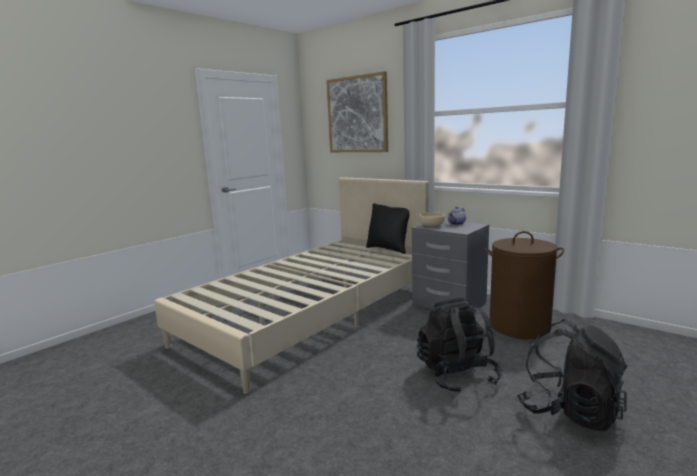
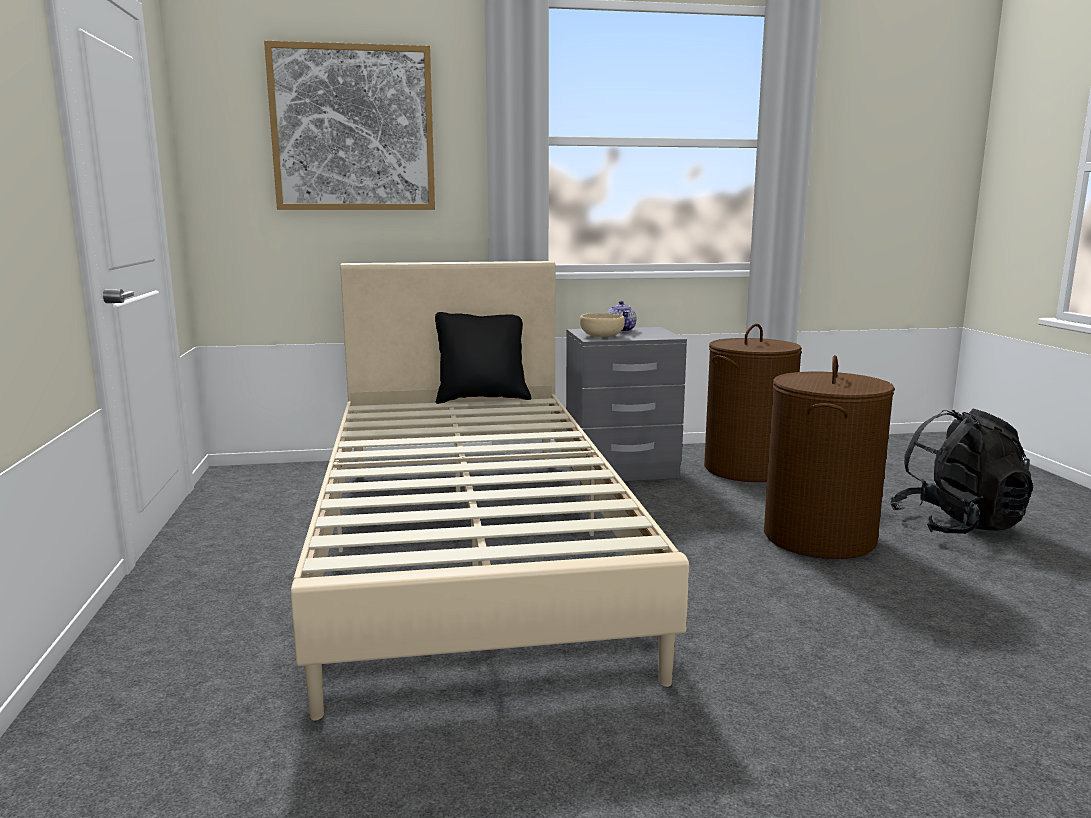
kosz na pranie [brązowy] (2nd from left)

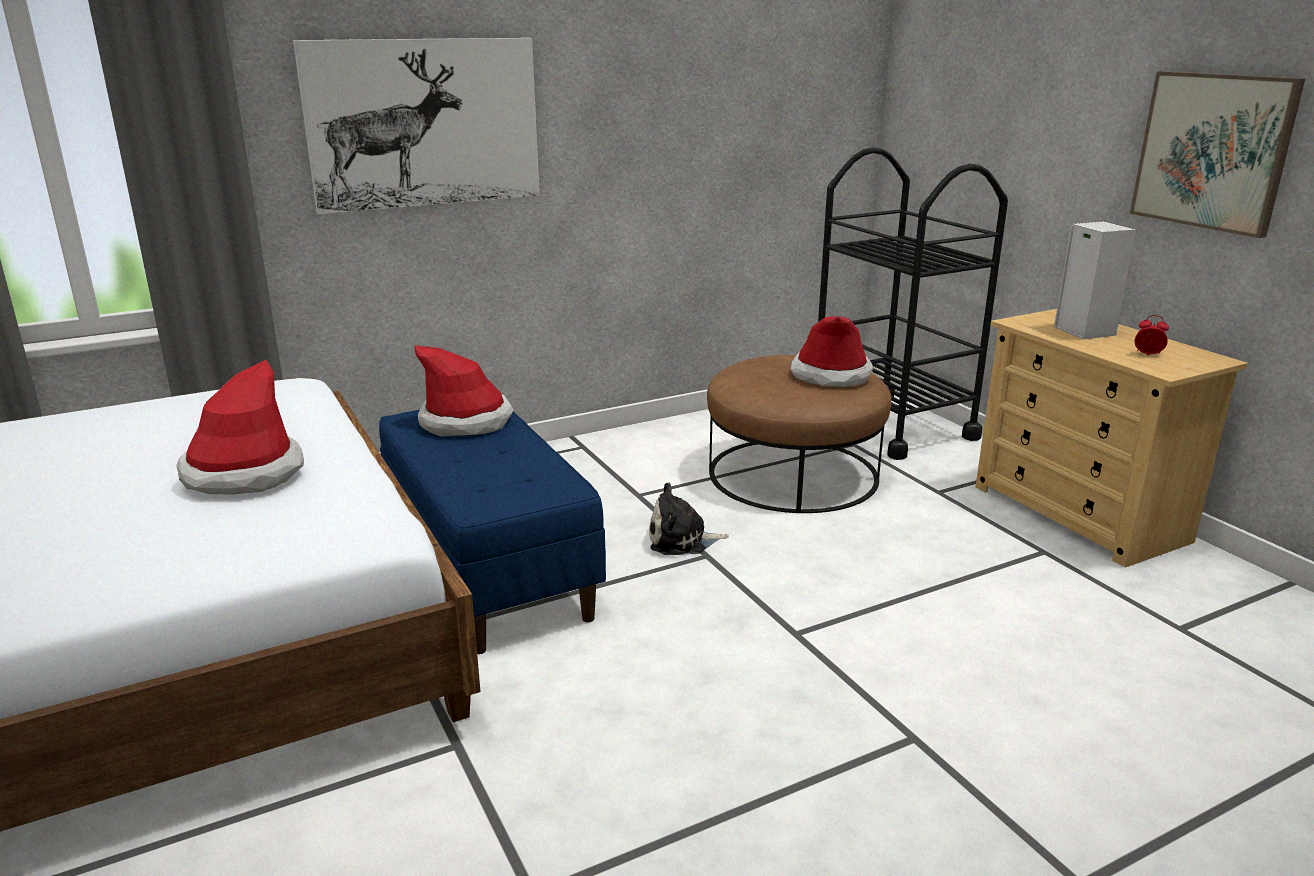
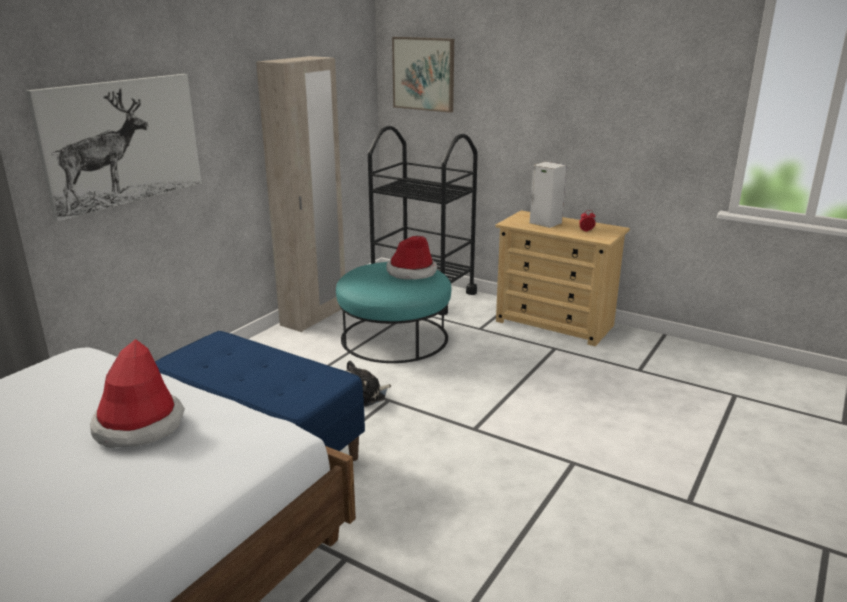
szafa [beżowy]; pufa [turkusowy]; obraz (2nd from left); kapelusz (2nd from left in the first image)

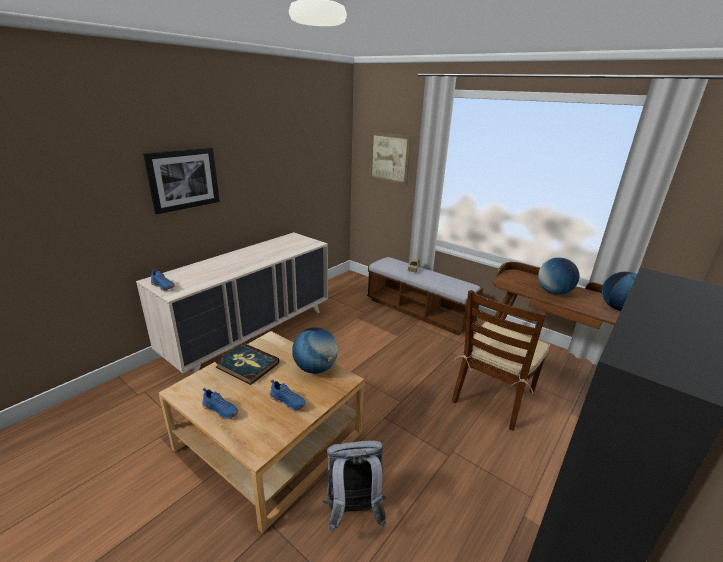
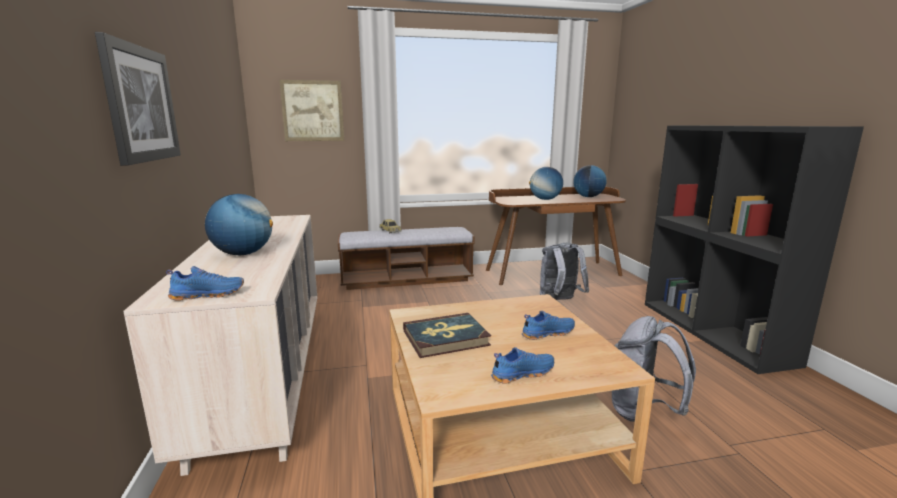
globus (1st from left); plecak [szary] (1st from left)

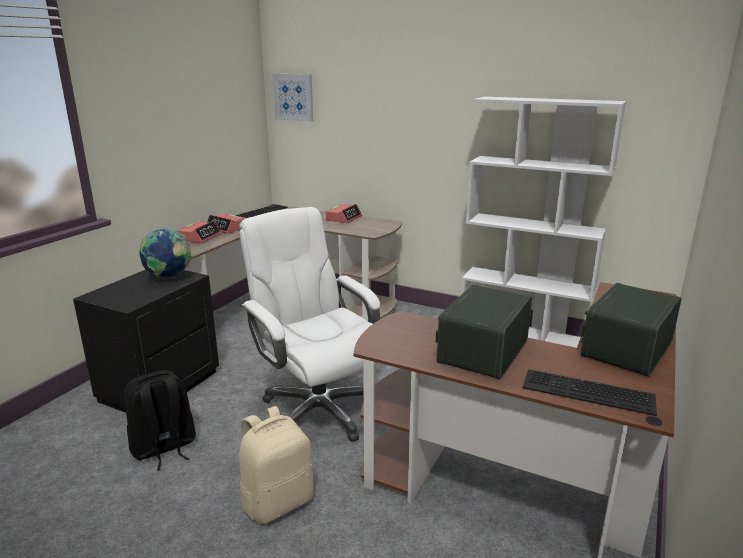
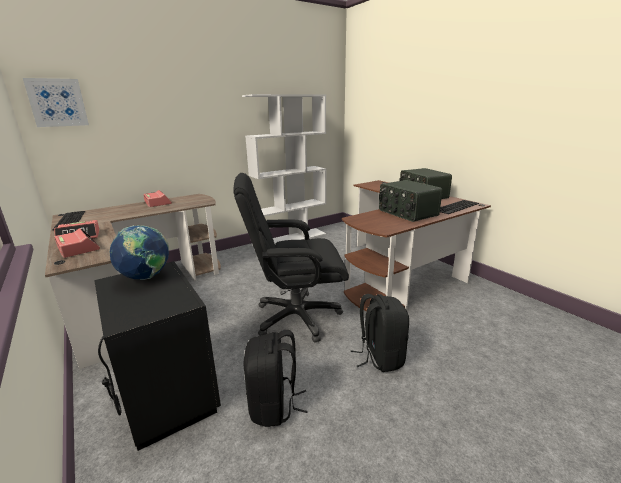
krzesło biurowe [czarny]; plecak [czarny] (2nd from left)

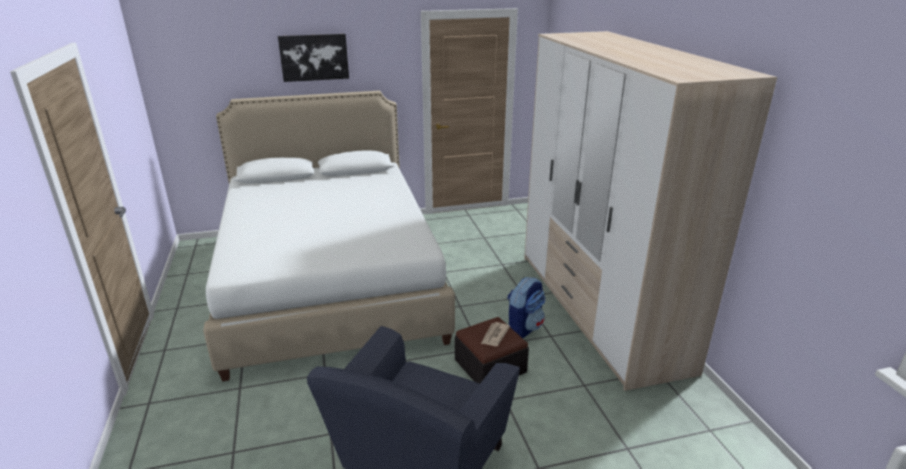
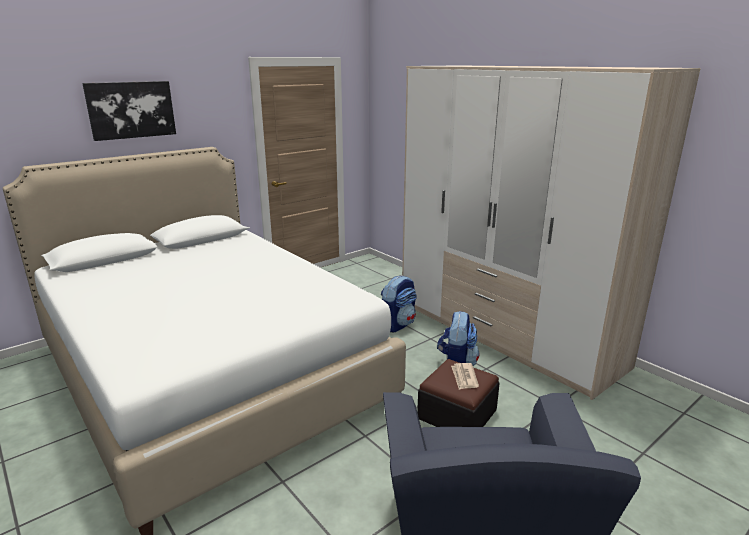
plecak (1st from left)

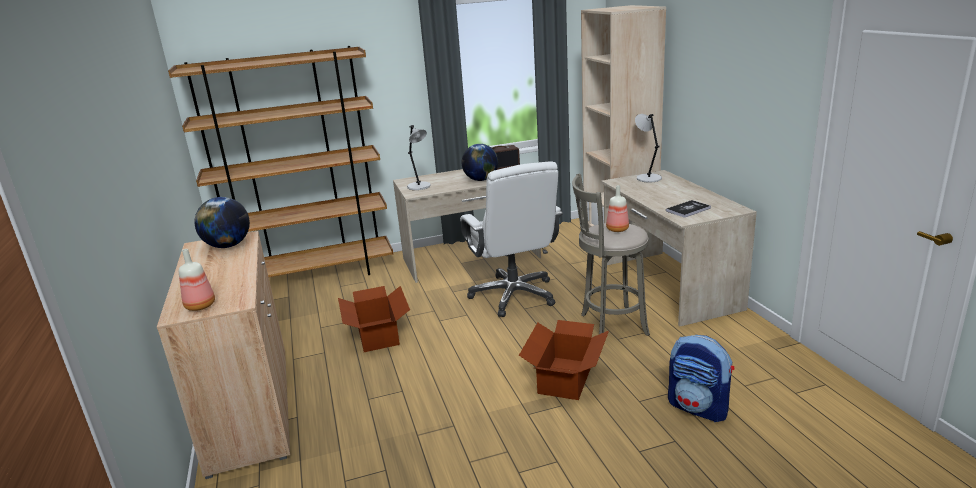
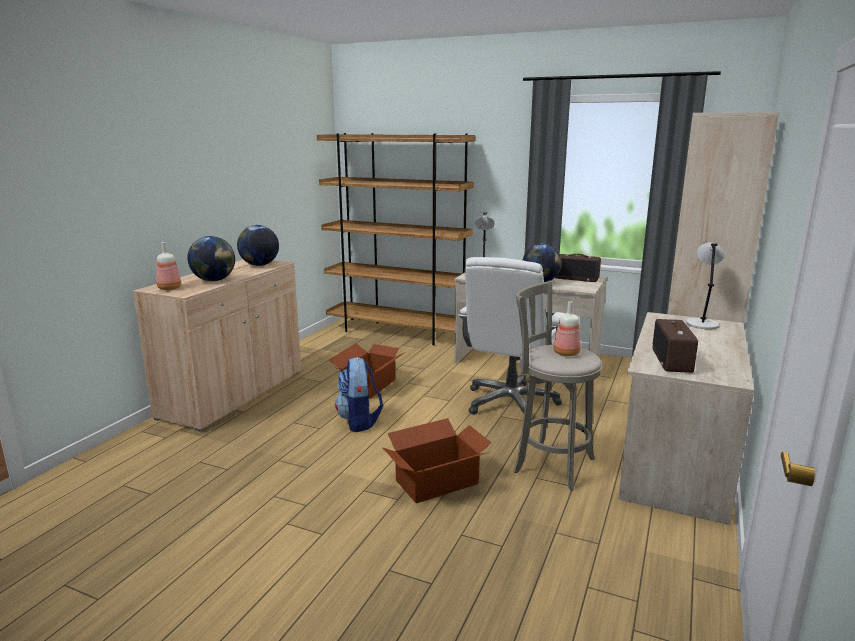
globus (1st from left); plecak; radio (2nd from left)

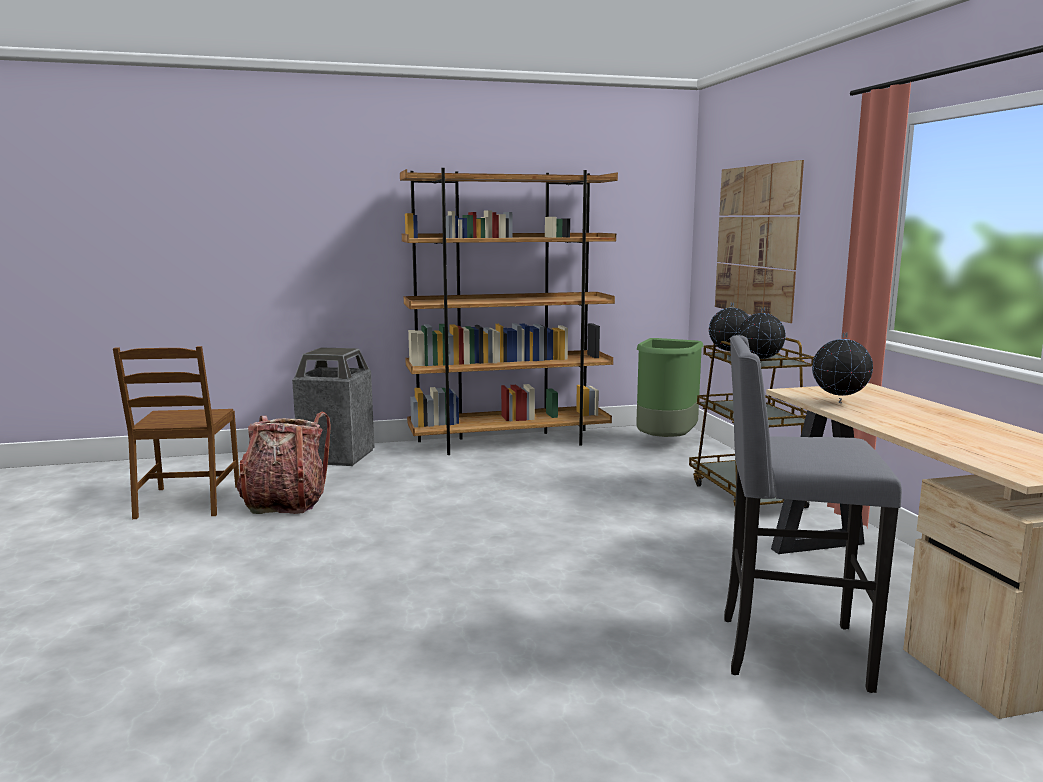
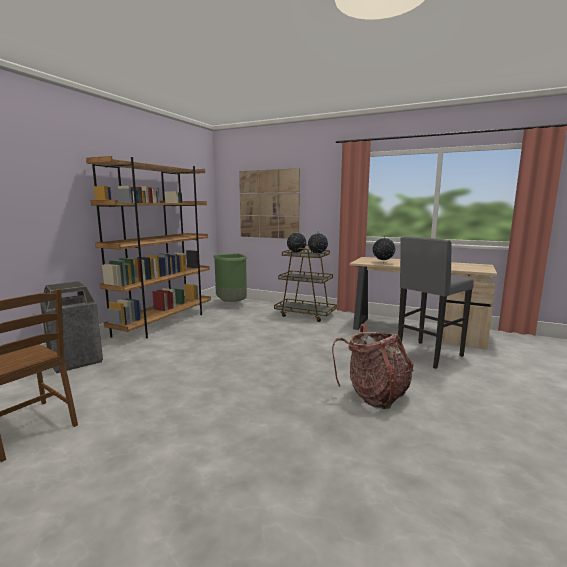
plecak

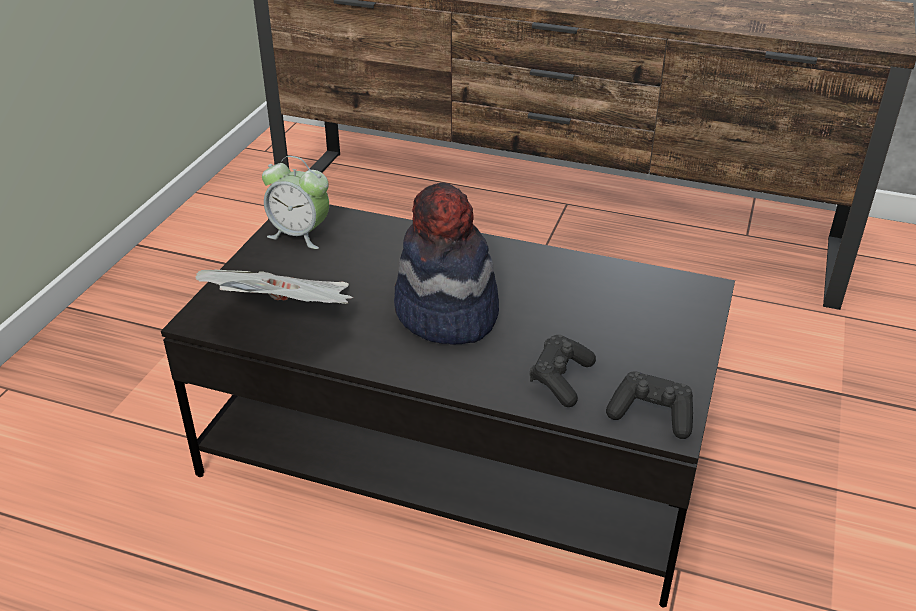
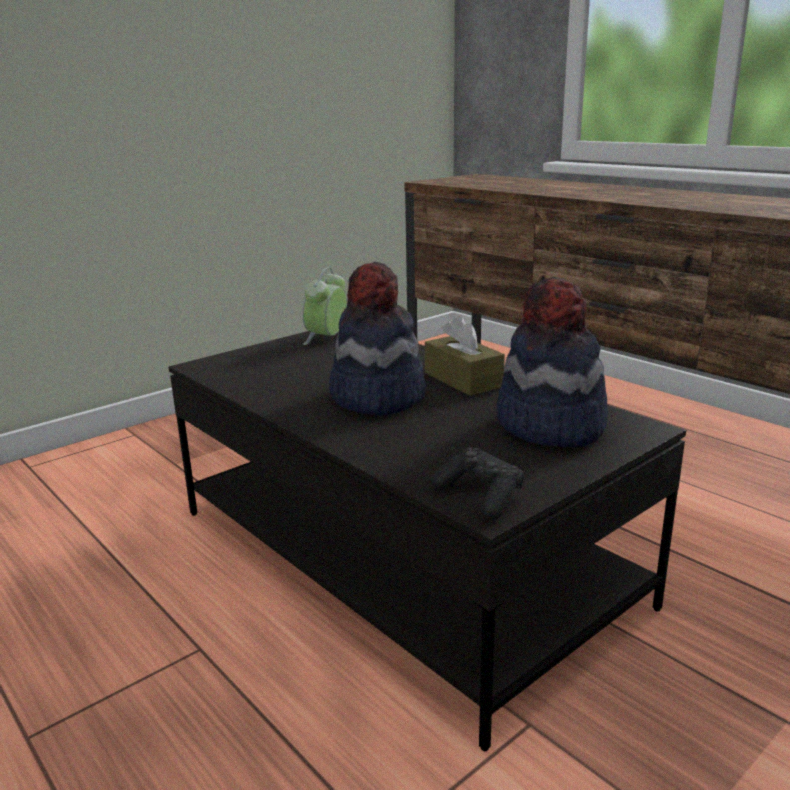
budzik; pudełko chusteczek [brązowy]; kapelusz (2nd from left); gazeta; pad do gier [czarny] (1st from left in the first image)

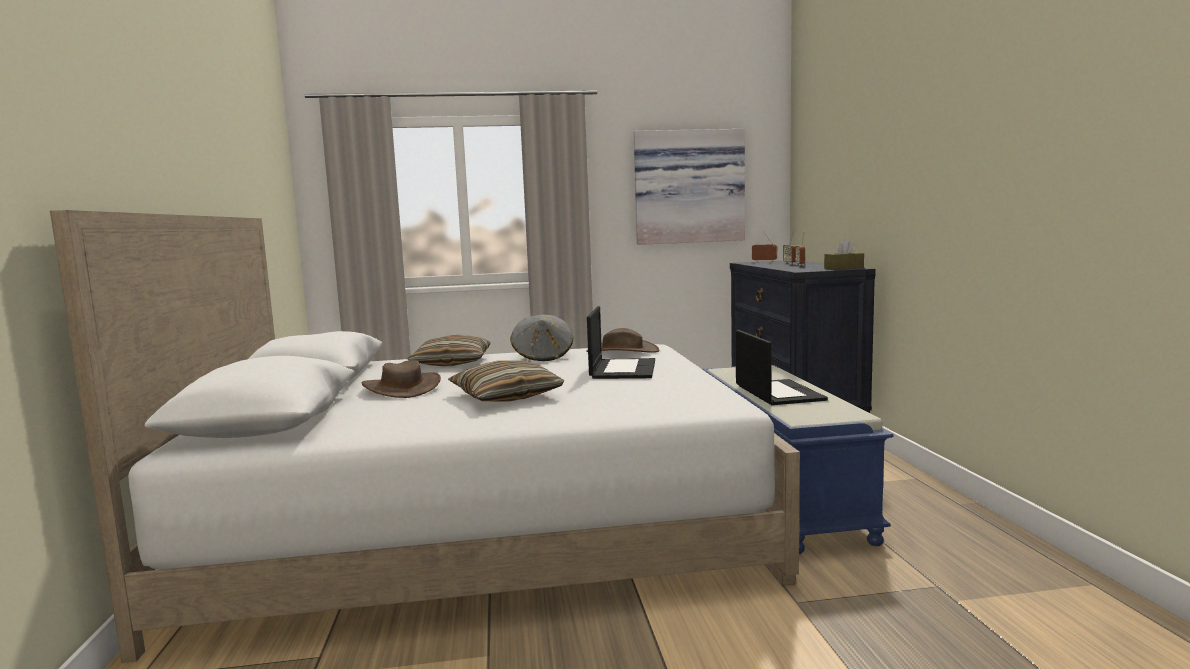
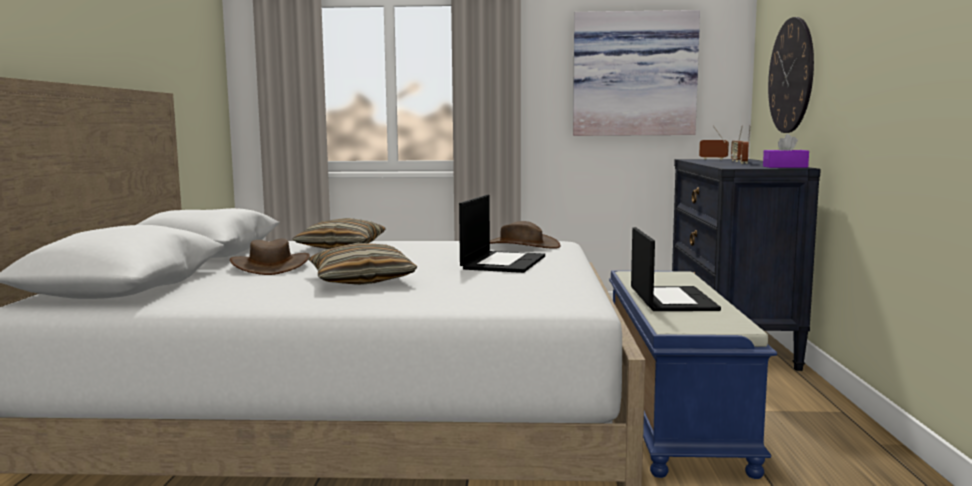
pudełko chusteczek [fioletowy]; zegar ścienny; kapelusz [szary]

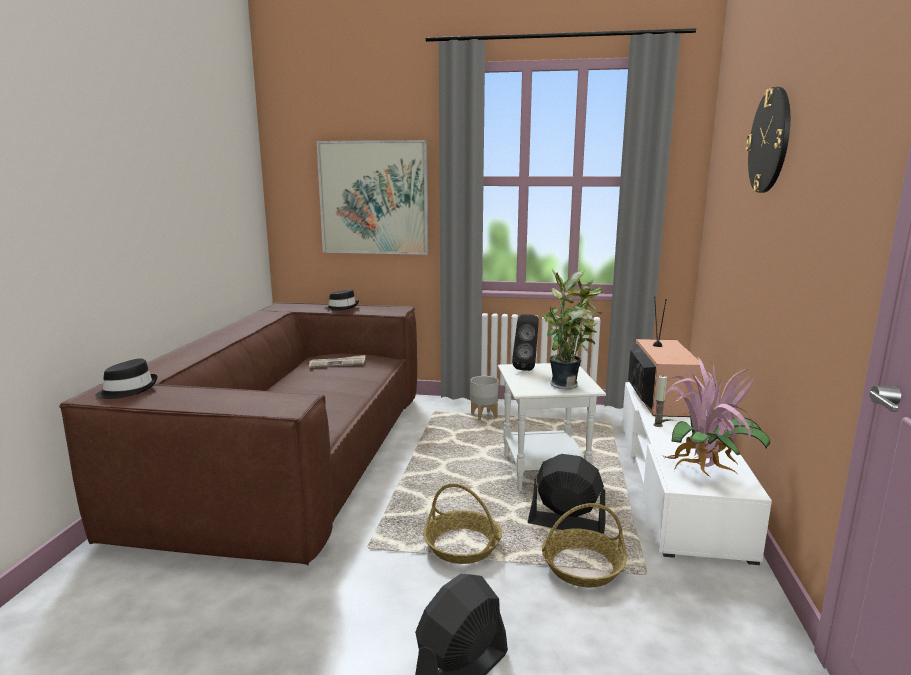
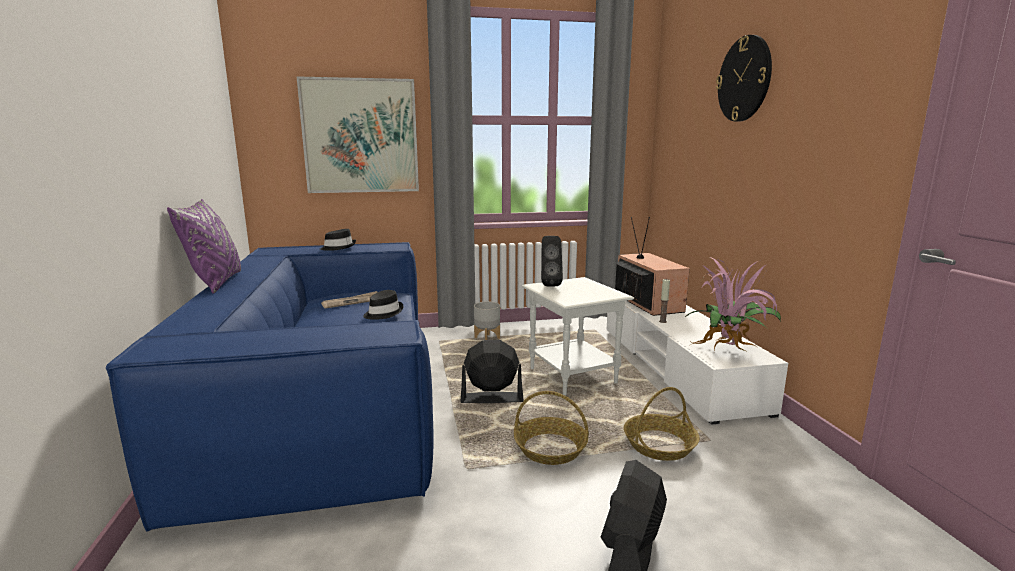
kanapa [niebieski]; poduszka [fioletowy]; kapelusz [czarny] (2nd from left); wentylator [czarny] (1st from left); roślina doniczkowa (1st from left in the first image)

